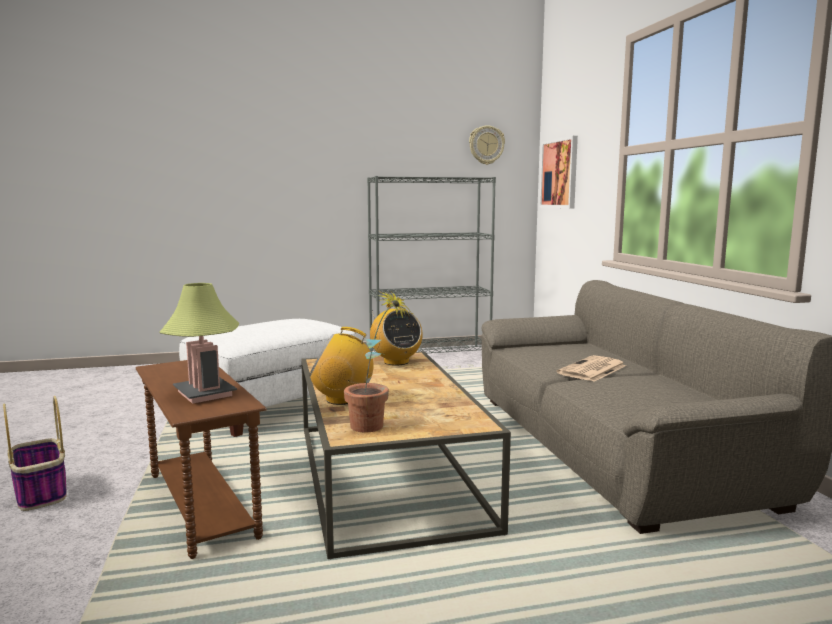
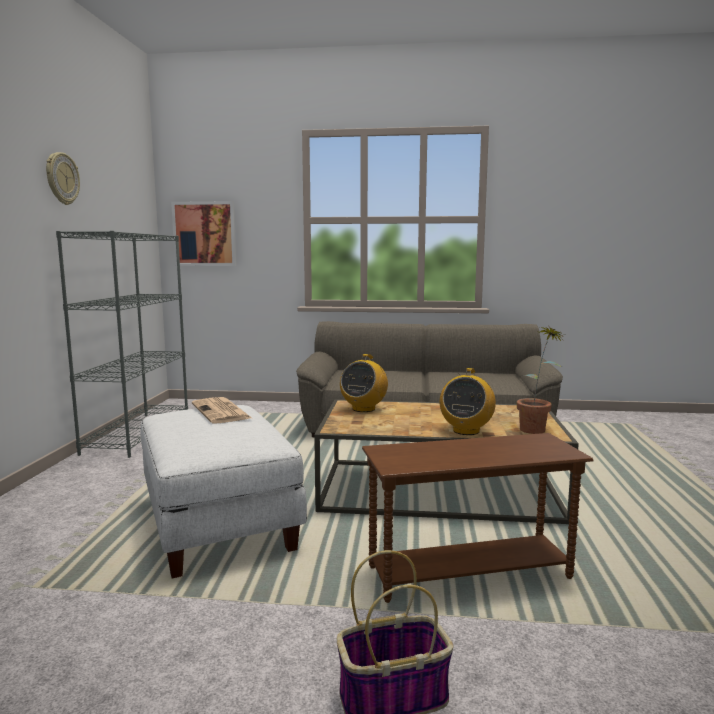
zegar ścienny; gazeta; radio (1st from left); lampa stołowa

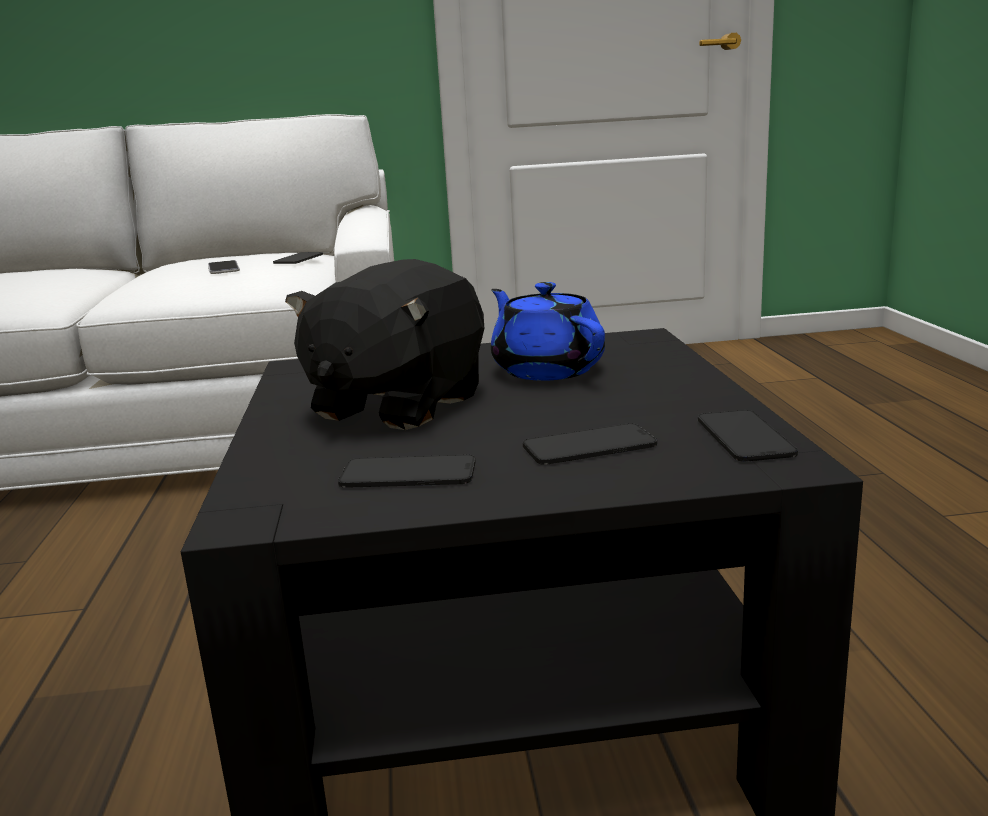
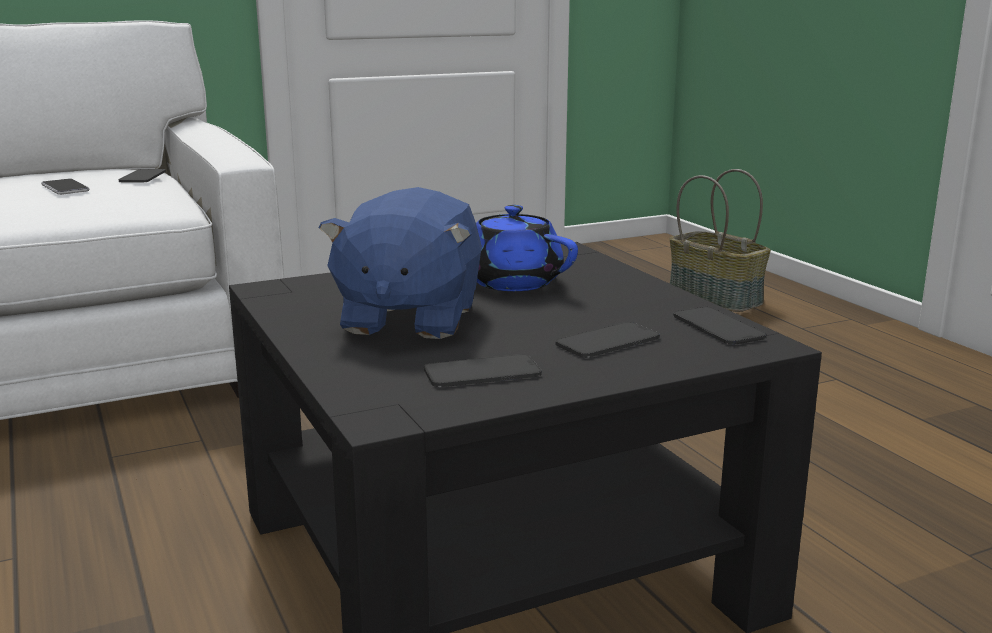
pluszak [niebieski]; koszyk

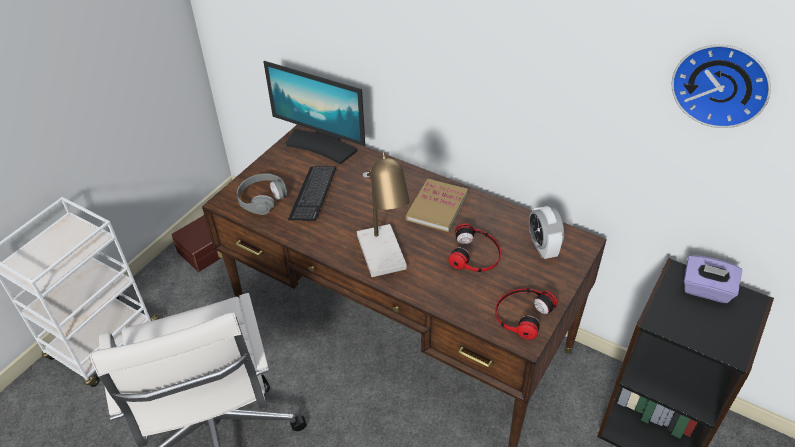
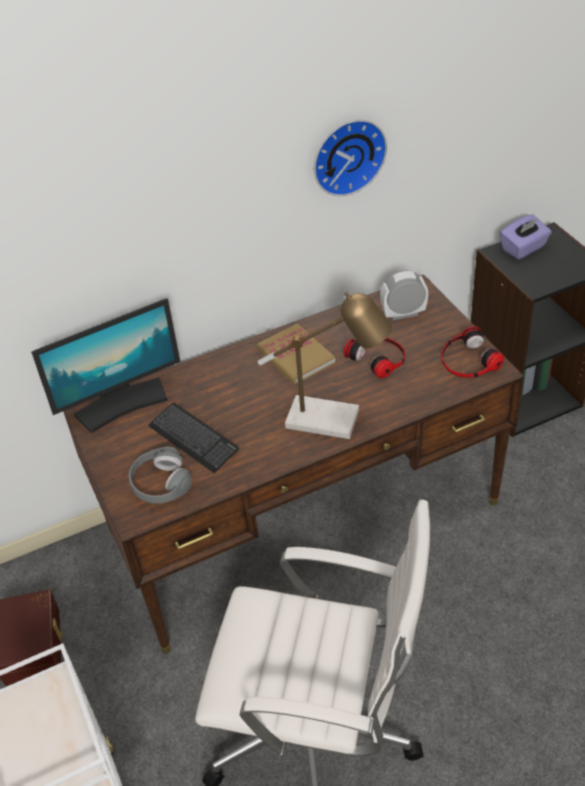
zegar ścienny; budzik

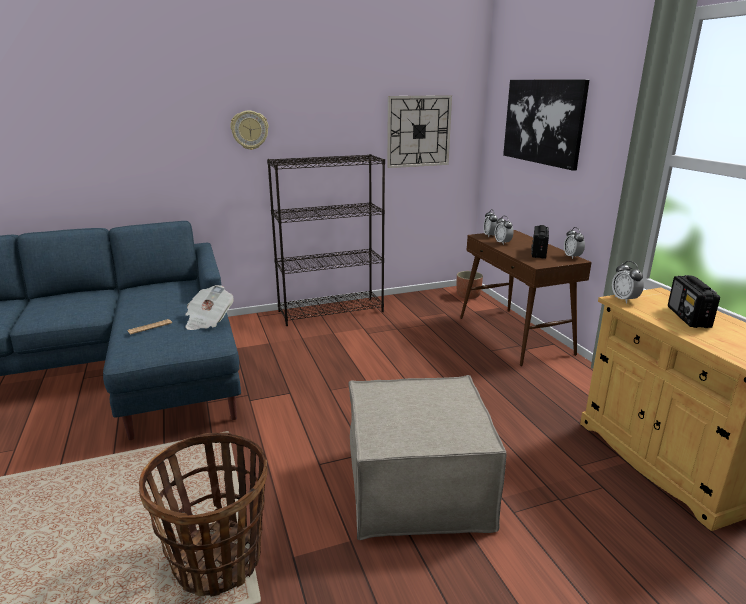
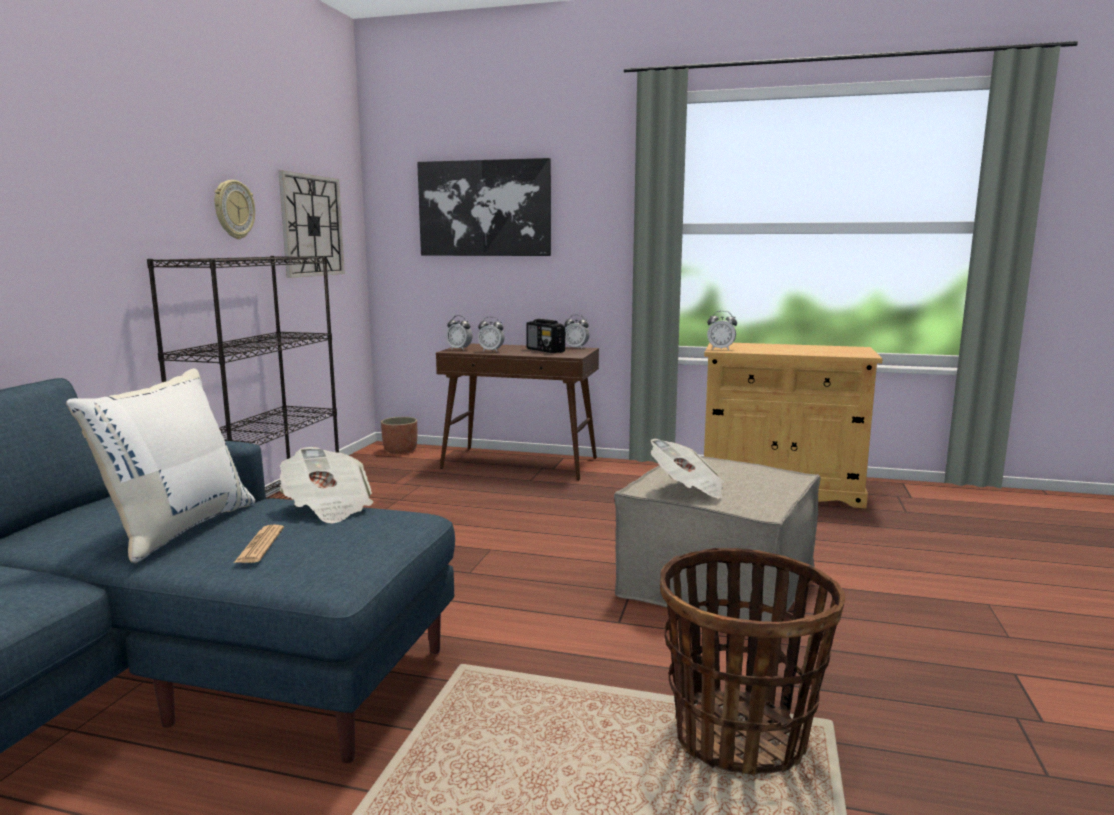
poduszka [biały]; zegar ścienny (1st from left); gazeta (3rd from left); radio (2nd from left in the first image)

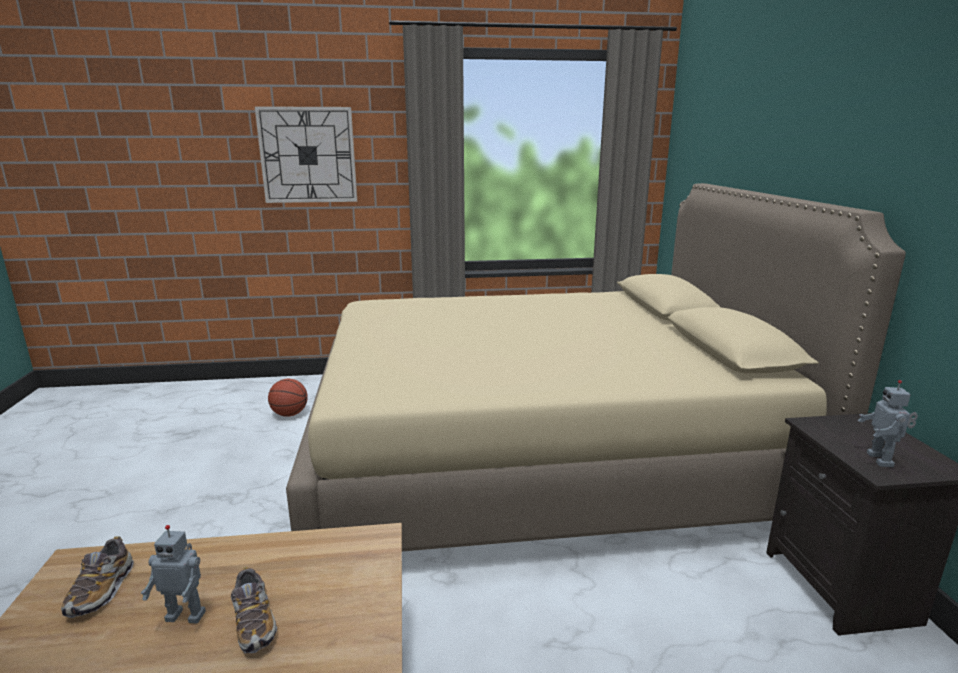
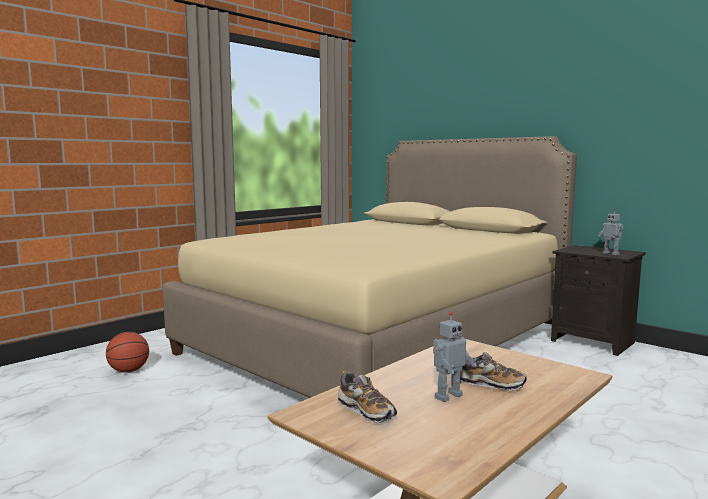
zegar ścienny

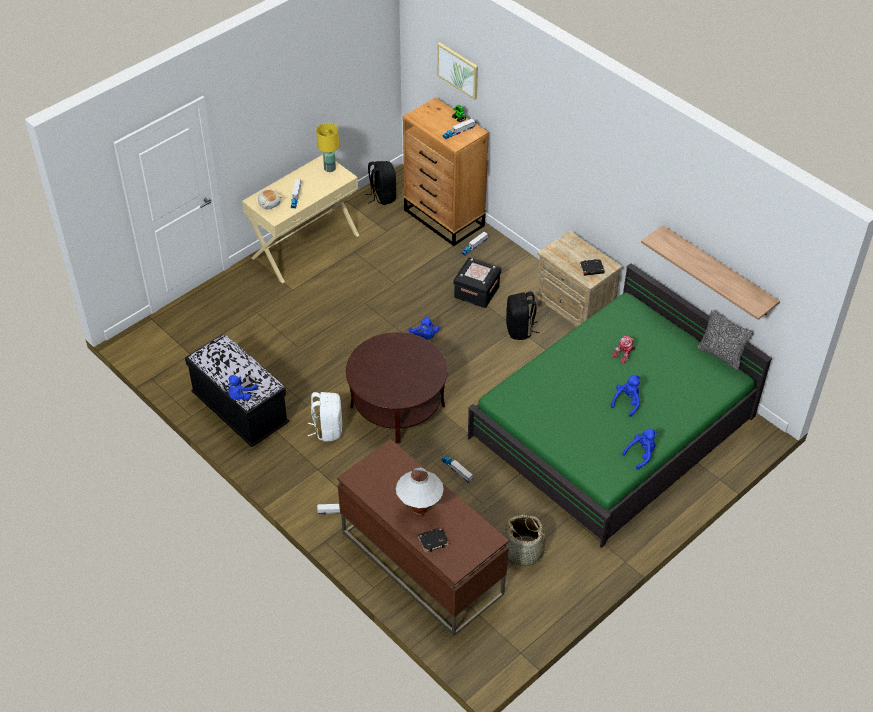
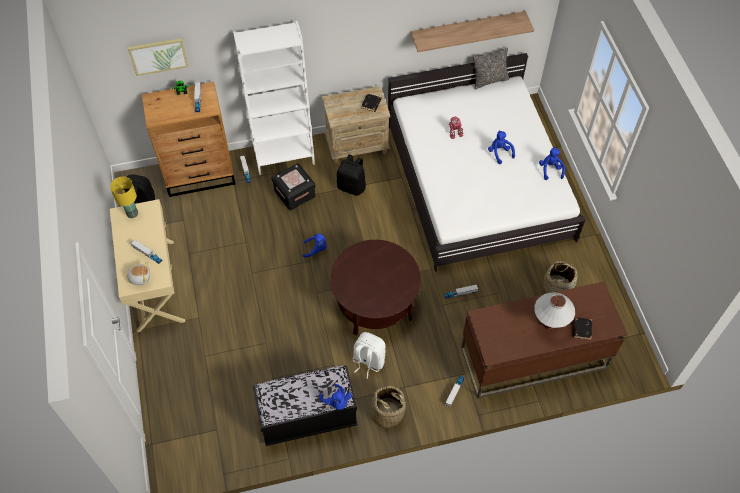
regał [biały]; koszyk (1st from left); łóżko [biały]

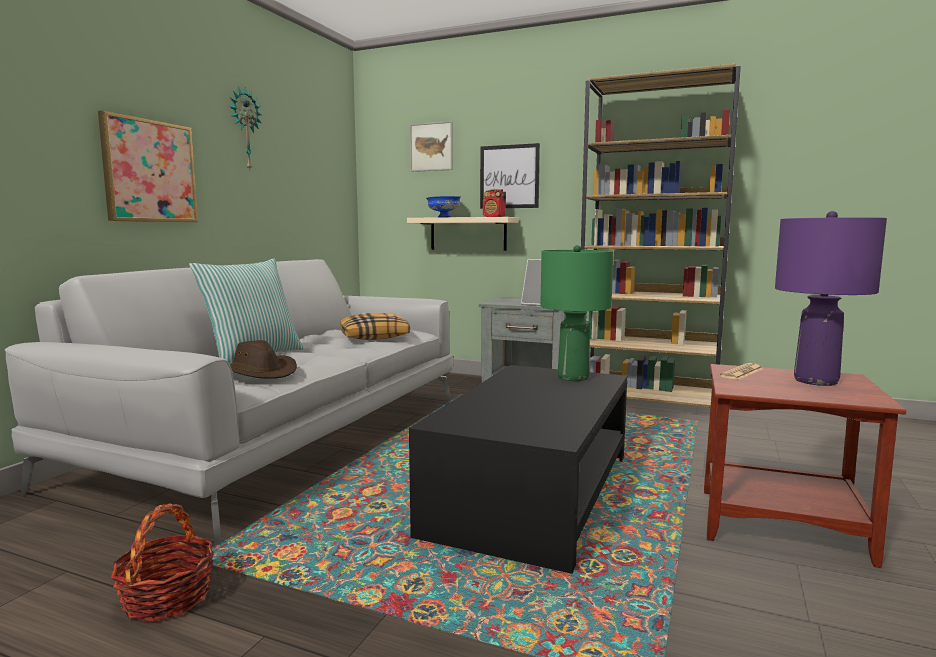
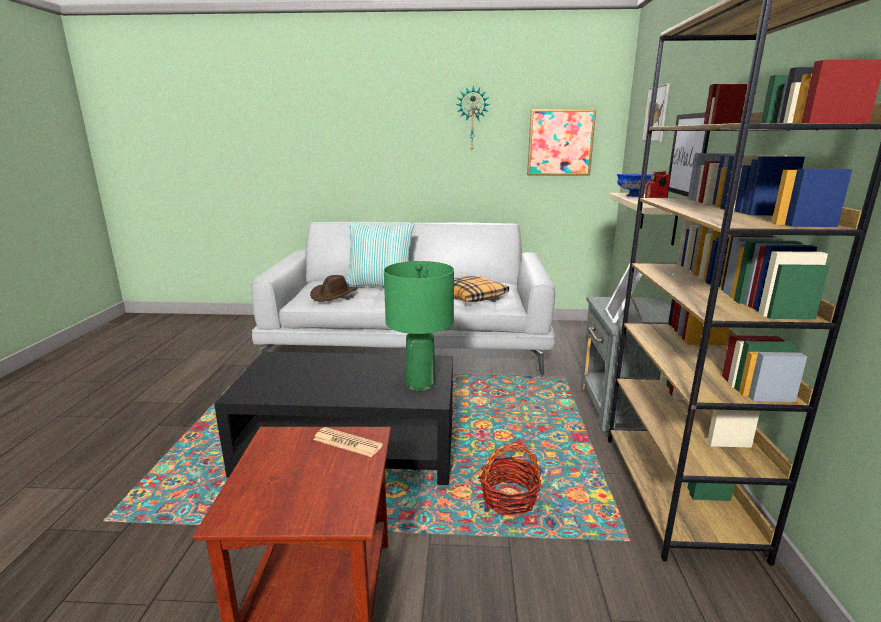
koszyk; obraz (1st from left); lampa stołowa [fioletowy]

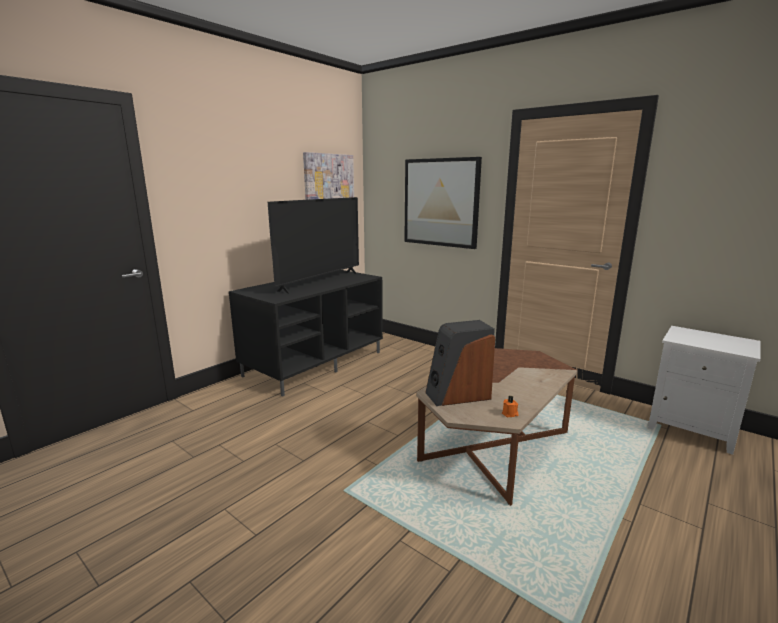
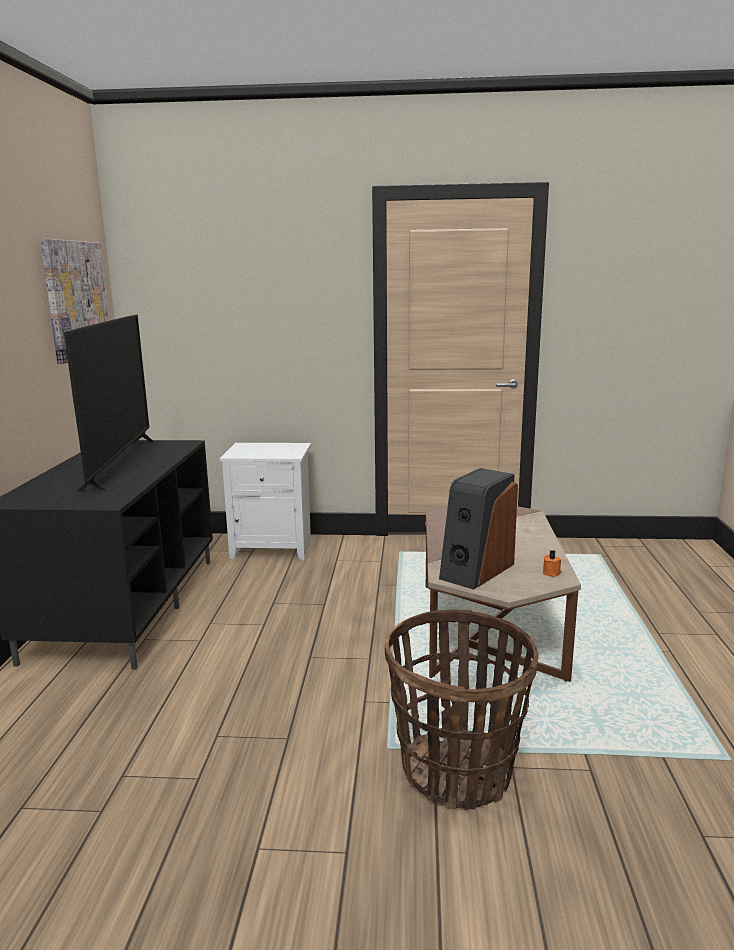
szafka nocna [biały]; koszyk; obraz (2nd from left in the first image)

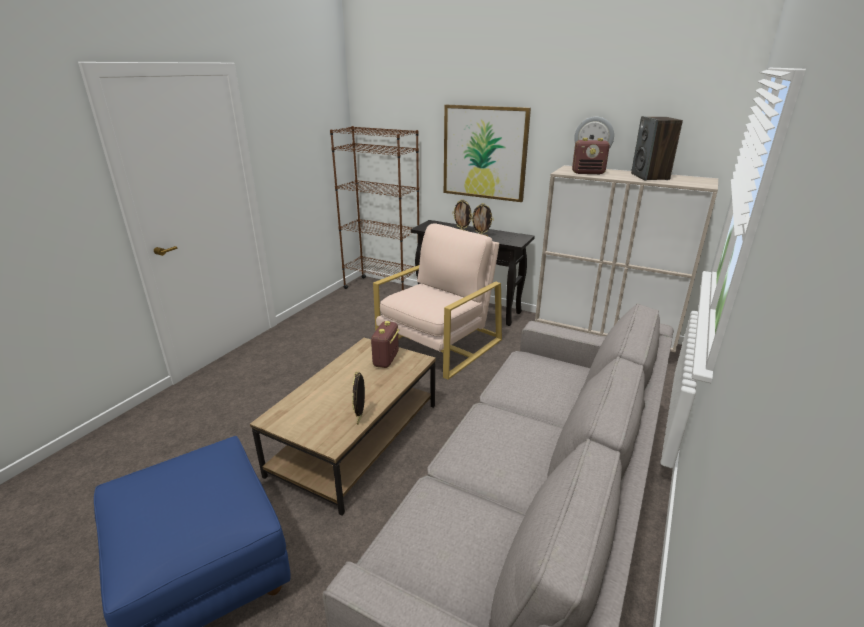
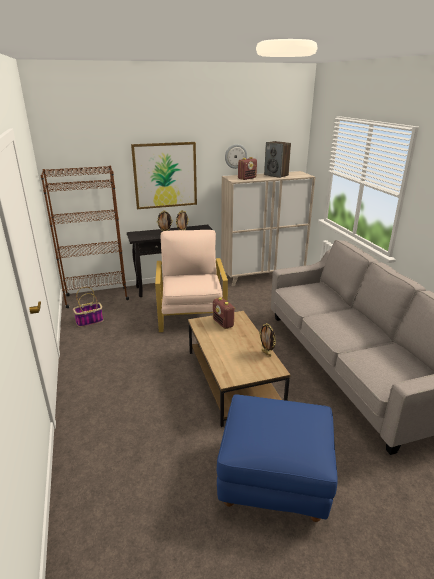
koszyk

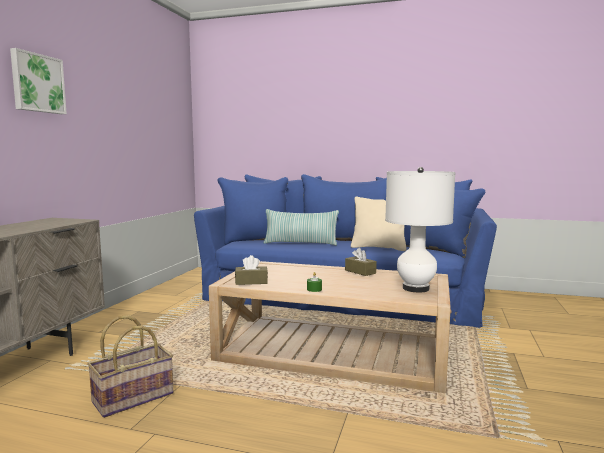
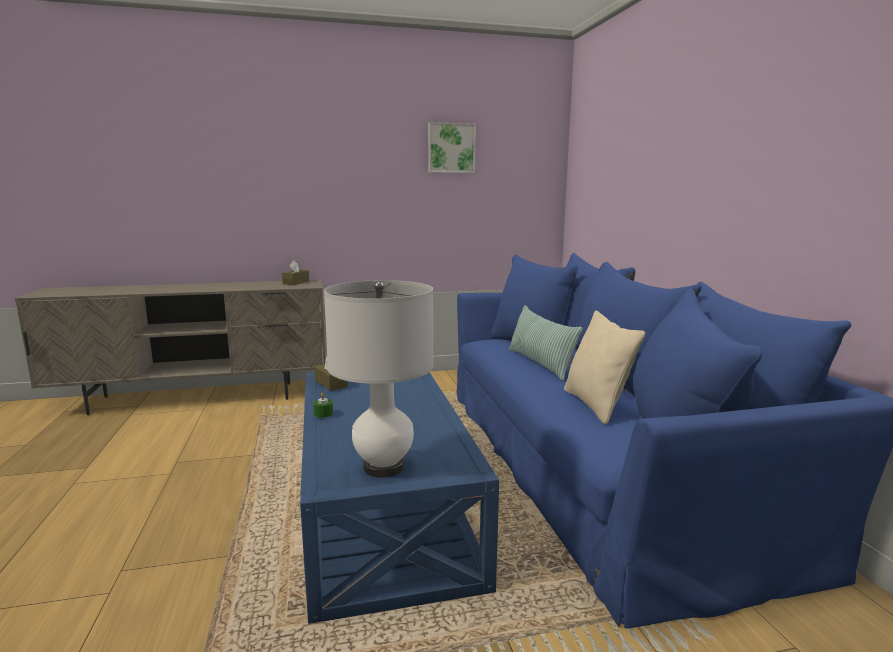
pudełko chusteczek [brązowy] (1st from left); ława [niebieski]; obraz; koszyk

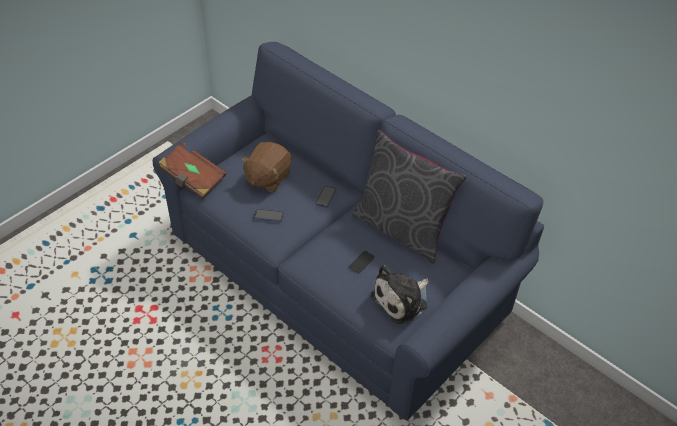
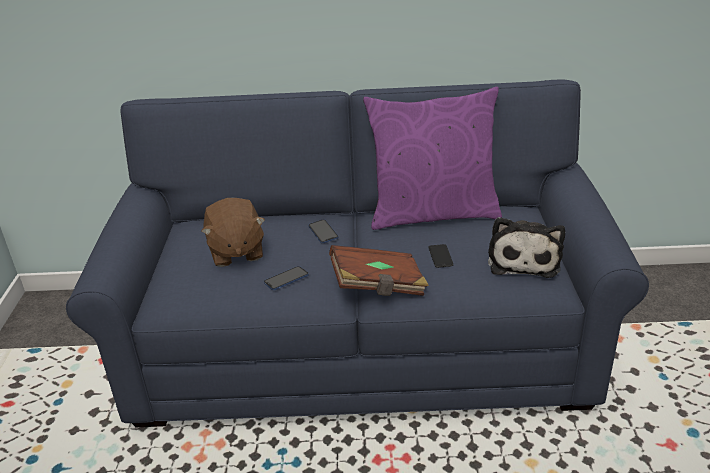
książka [brązowy]; poduszka [fioletowy]

